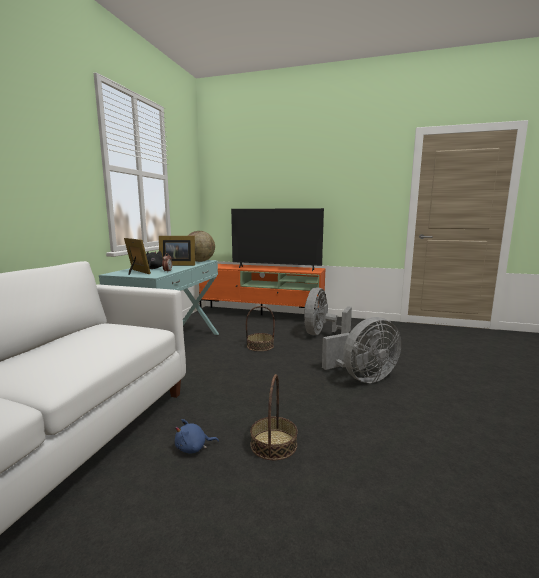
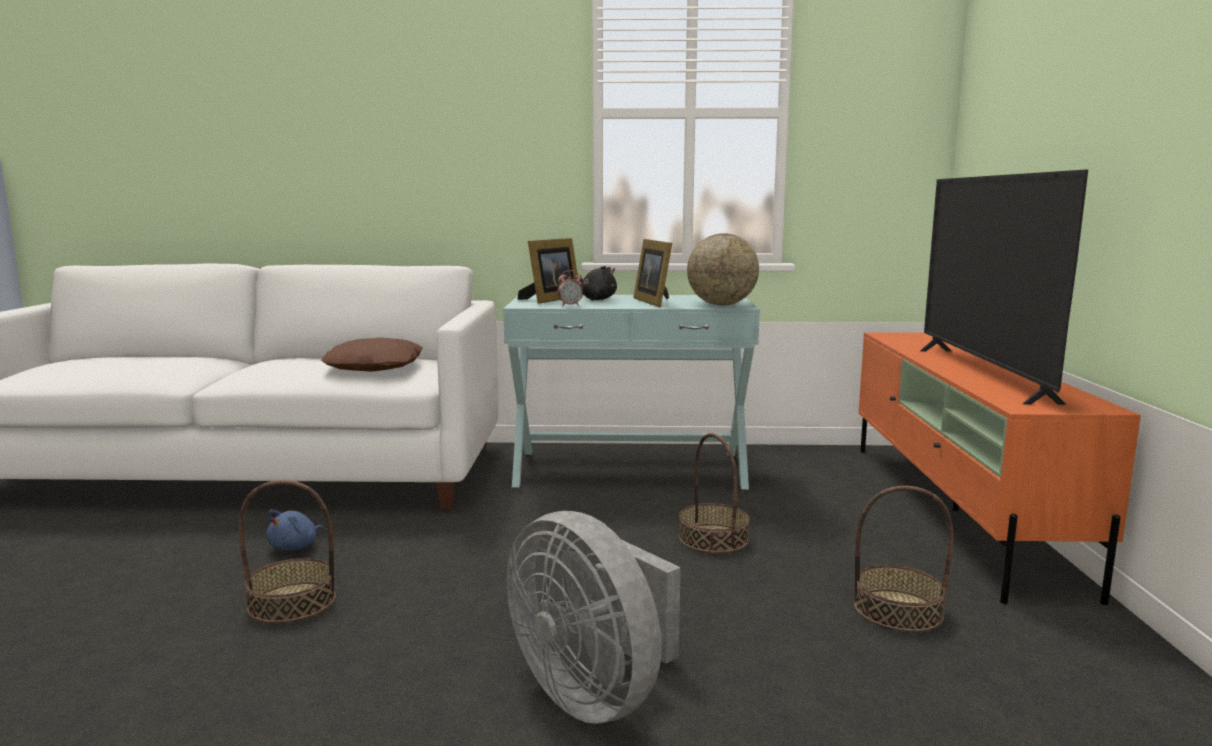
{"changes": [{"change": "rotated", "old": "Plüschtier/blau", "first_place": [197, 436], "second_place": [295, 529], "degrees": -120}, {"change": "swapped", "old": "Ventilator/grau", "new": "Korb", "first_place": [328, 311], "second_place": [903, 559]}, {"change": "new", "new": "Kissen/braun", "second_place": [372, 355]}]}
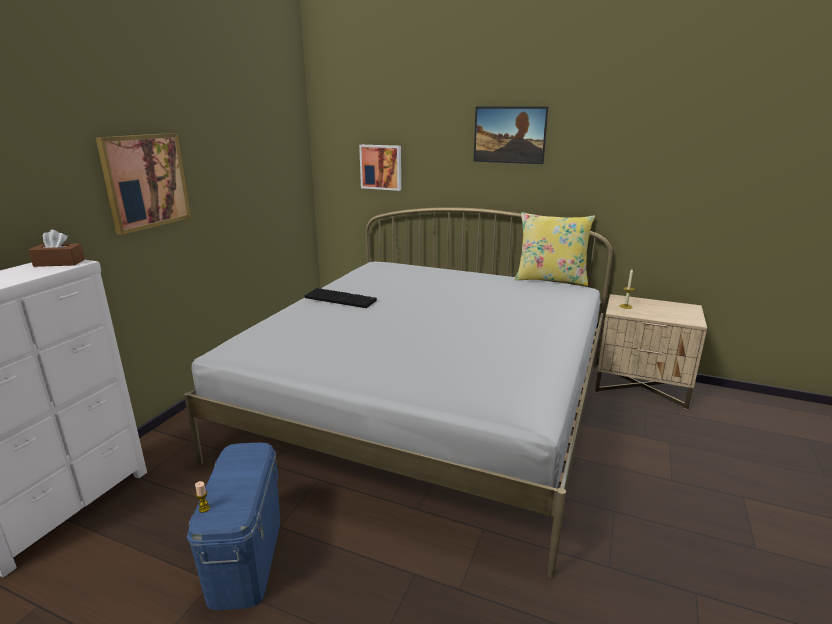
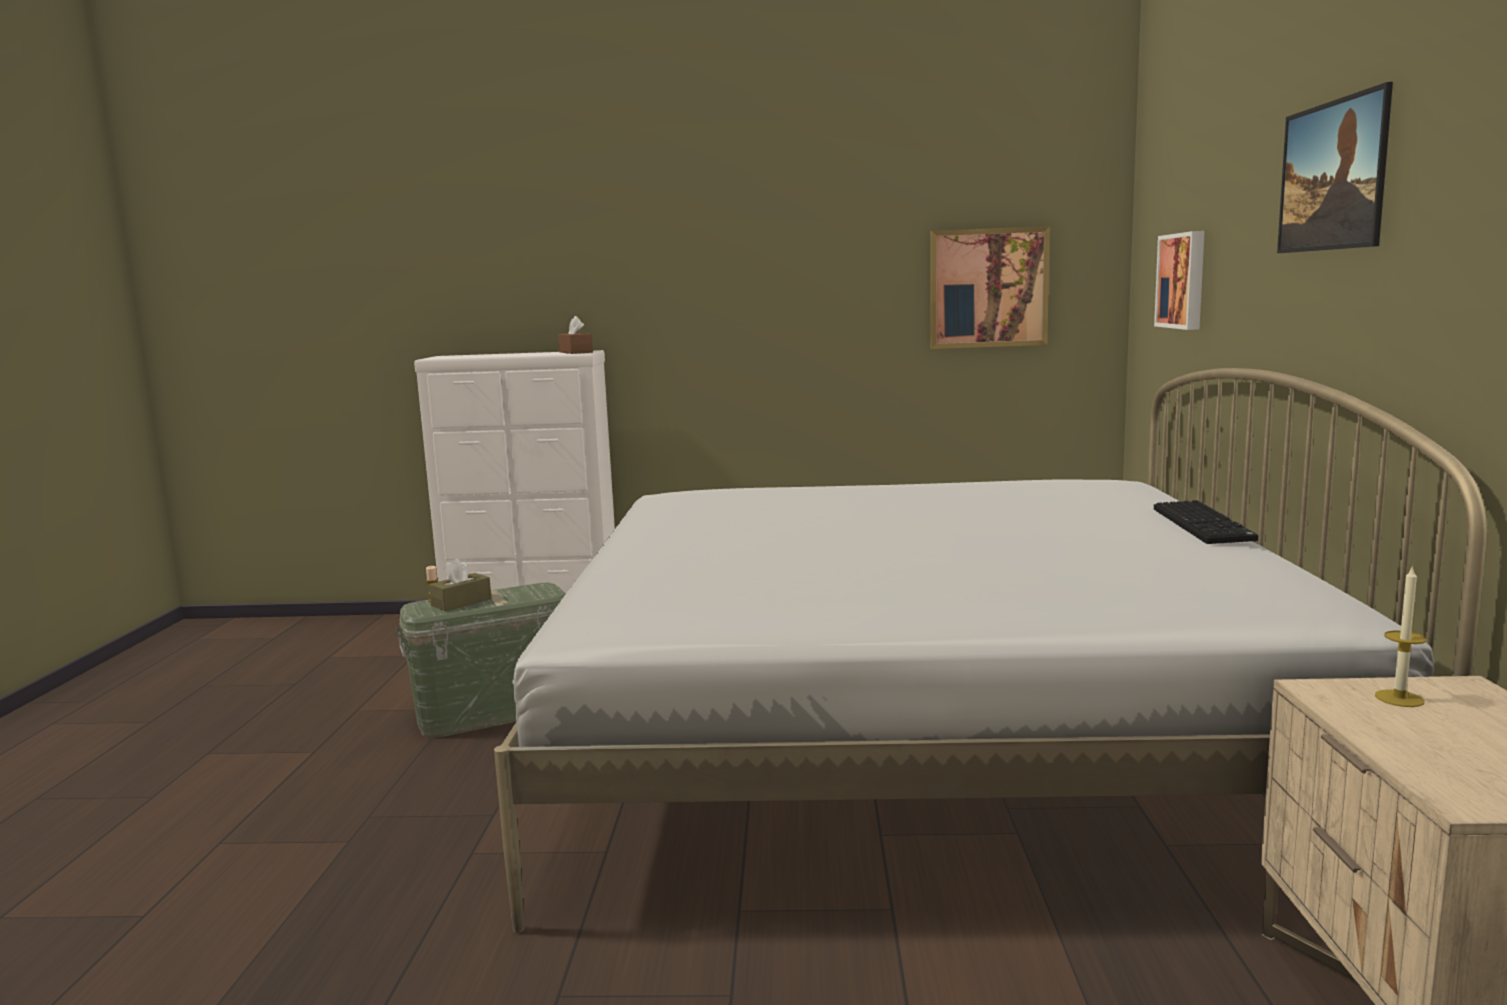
{"changes": [{"change": "shifted", "old": "Bild", "first_place": [143, 184], "second_place": [990, 287]}, {"change": "repainted", "old": "Aufbewahrungsbox/blau", "new": "Aufbewahrungsbox/grün", "first_place": [233, 526], "second_place": [480, 660]}, {"change": "shifted", "old": "Tastatur", "first_place": [341, 298], "second_place": [1206, 522]}, {"change": "gone", "old": "Kissen/gelb", "first_place": [555, 249]}, {"change": "new", "new": "Taschentuchbox/braun", "second_place": [460, 585]}]}
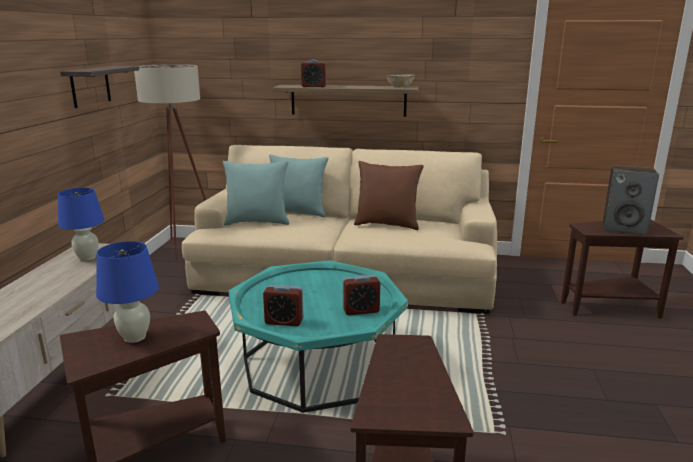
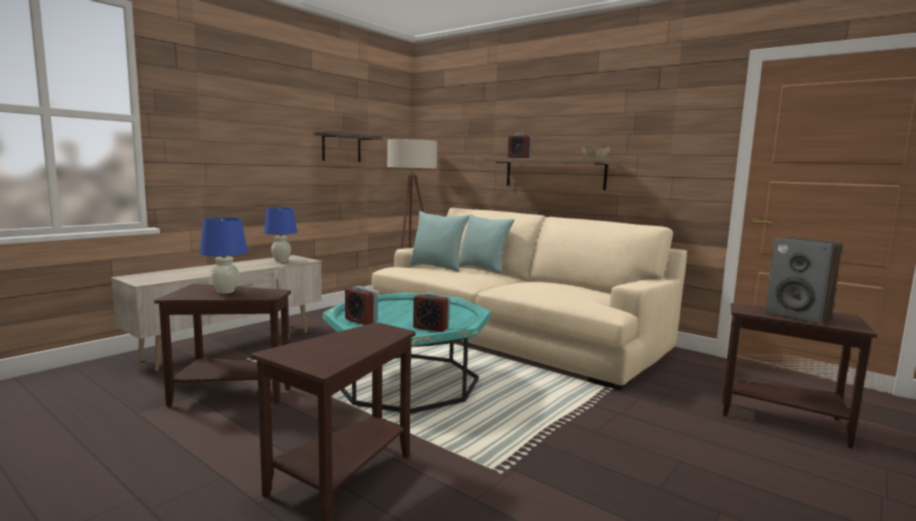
{"changes": [{"change": "gone", "old": "Kissen/braun", "first_place": [389, 195]}]}
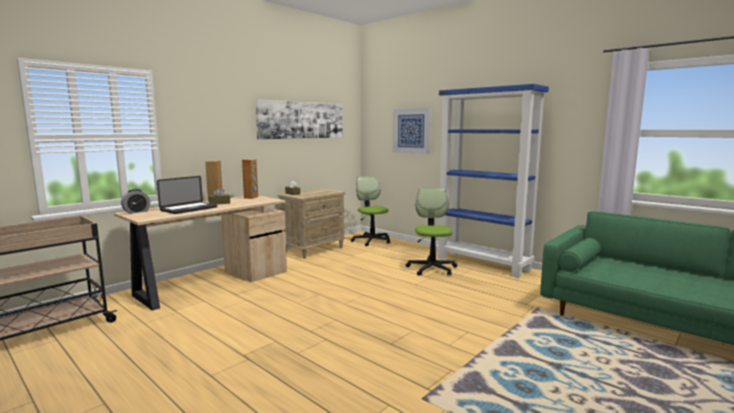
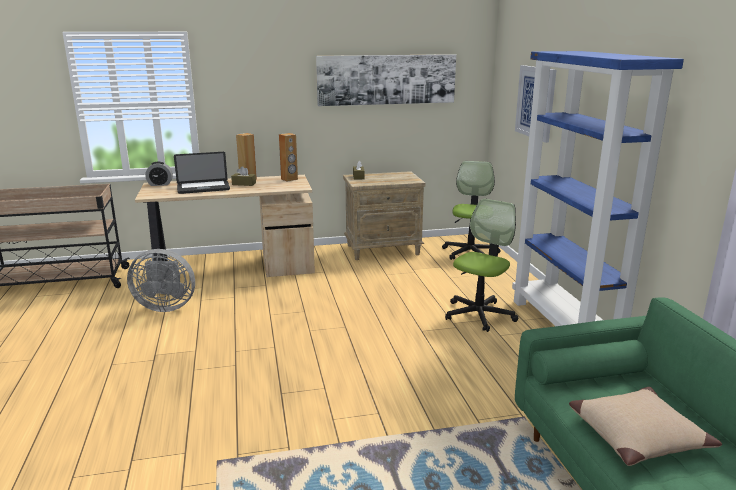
{"changes": [{"change": "new", "new": "Ventilator/grau", "second_place": [161, 280]}, {"change": "new", "new": "Kissen/beige", "second_place": [645, 426]}]}
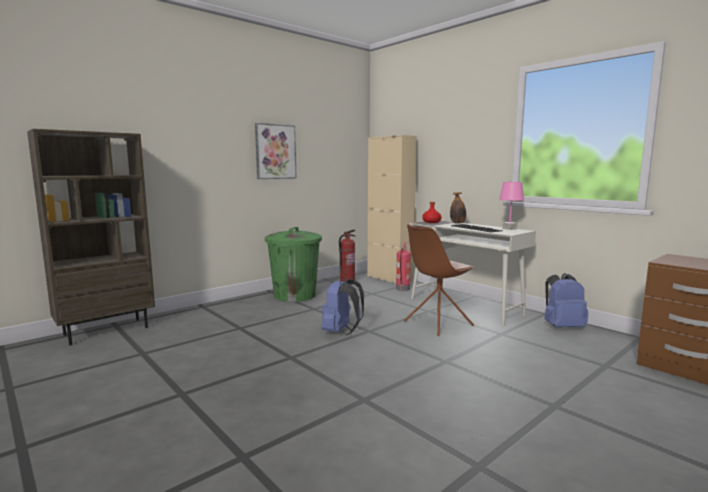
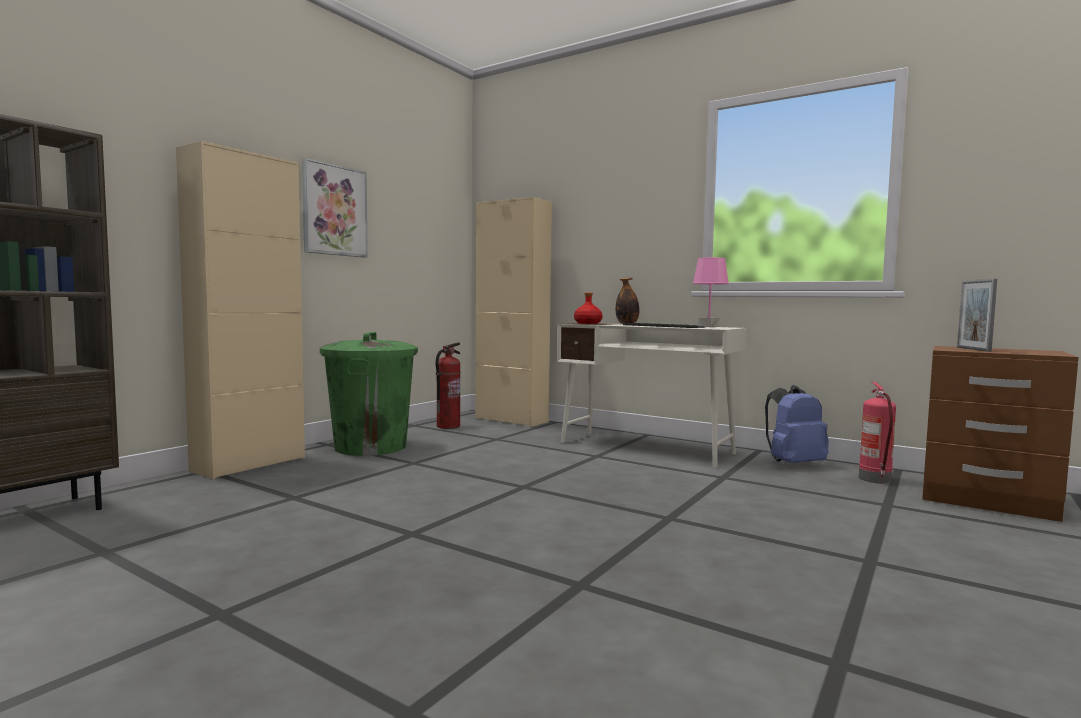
{"changes": [{"change": "gone", "old": "Rucksack/blau", "first_place": [342, 306]}, {"change": "shifted", "old": "Feuerlöscher", "first_place": [403, 266], "second_place": [877, 433]}, {"change": "gone", "old": "Stuhl/braun", "first_place": [439, 280]}, {"change": "new", "new": "Schrank/beige", "second_place": [240, 310]}, {"change": "new", "new": "Bilderrahmen", "second_place": [977, 315]}]}
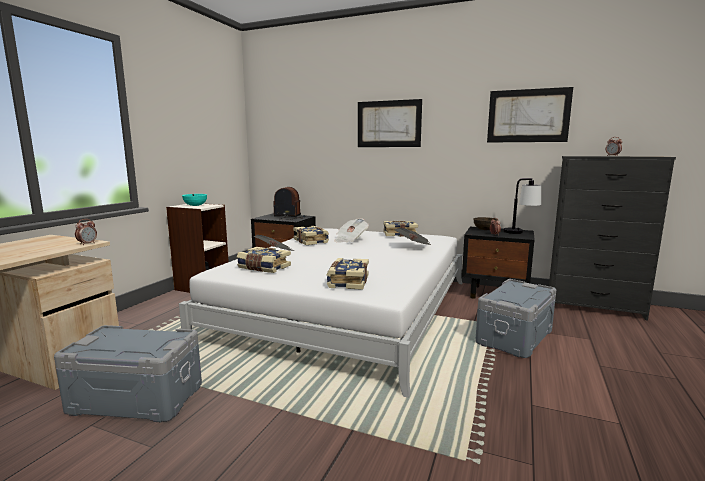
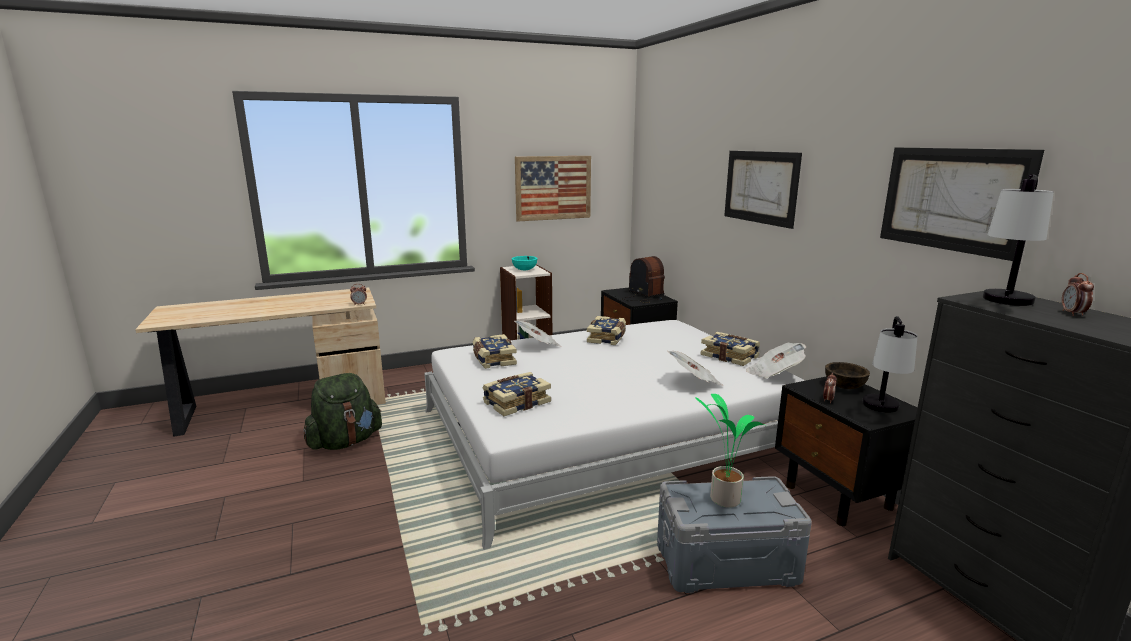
{"changes": [{"change": "swapped", "old": "Aufbewahrungsbox/grau", "new": "Rucksack/grün", "first_place": [128, 373], "second_place": [343, 411]}, {"change": "shifted", "old": "Zeitung", "first_place": [351, 230], "second_place": [776, 361]}, {"change": "new", "new": "Bild", "second_place": [553, 189]}, {"change": "new", "new": "Topfpflanze", "second_place": [730, 451]}, {"change": "new", "new": "Tischlampe", "second_place": [1018, 240]}]}
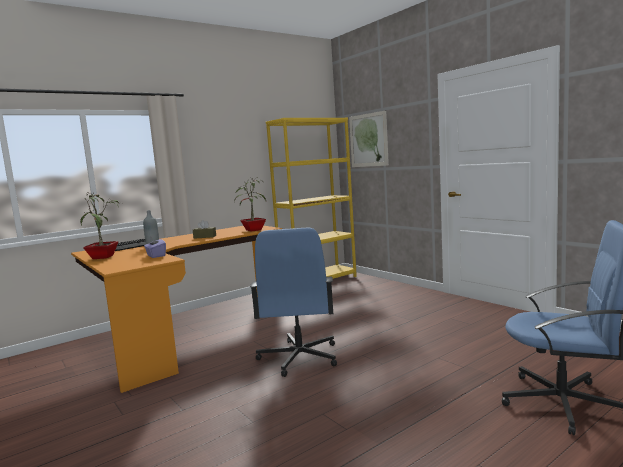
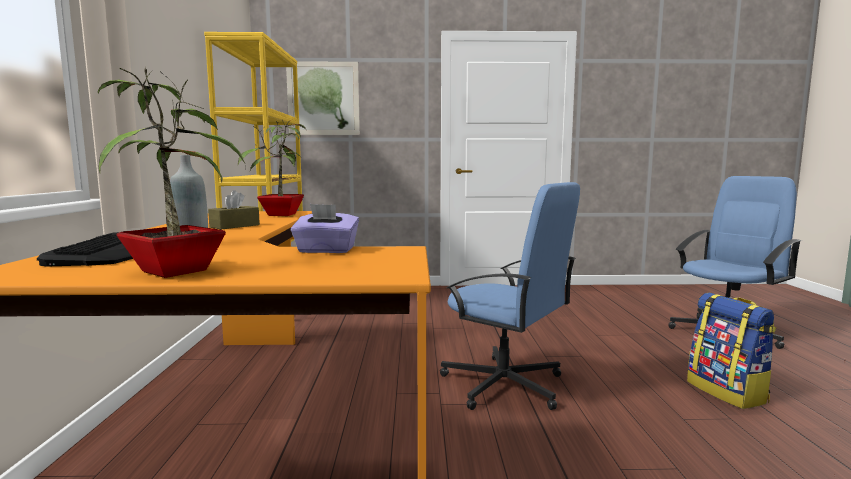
{"changes": [{"change": "new", "new": "Rucksack", "second_place": [731, 351]}]}
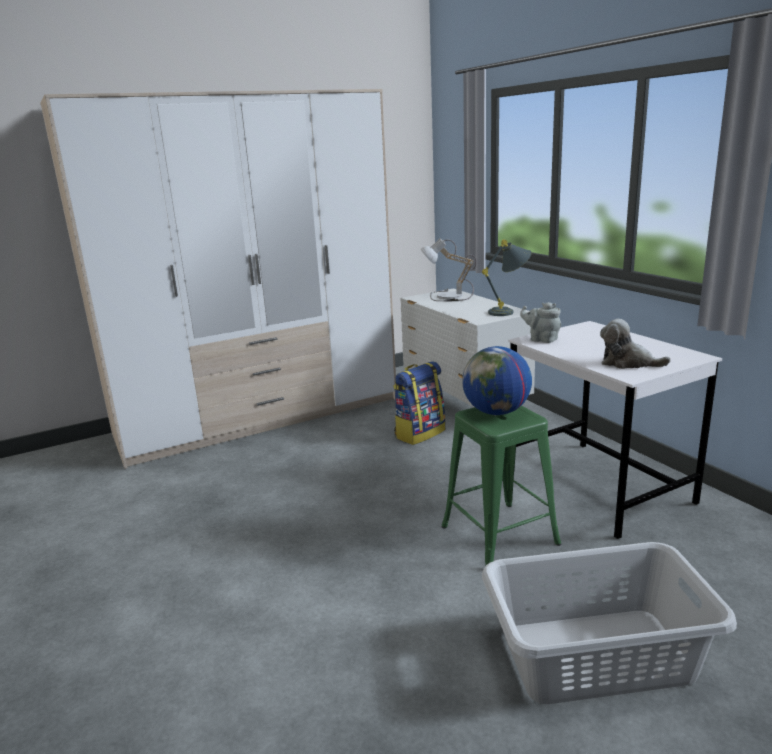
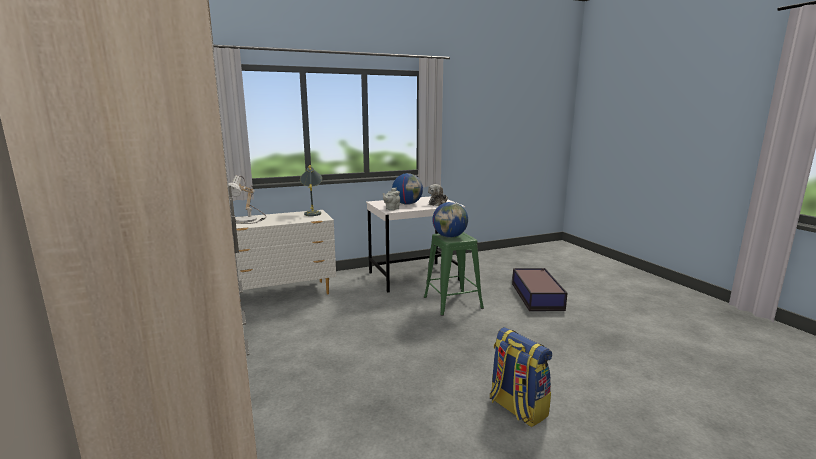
{"changes": [{"change": "shifted", "old": "Rucksack", "first_place": [419, 403], "second_place": [521, 377]}, {"change": "swapped", "old": "Wäschekorb/grau", "new": "Aufbewahrungsbox", "first_place": [609, 623], "second_place": [540, 289]}, {"change": "new", "new": "Globus", "second_place": [407, 189]}]}
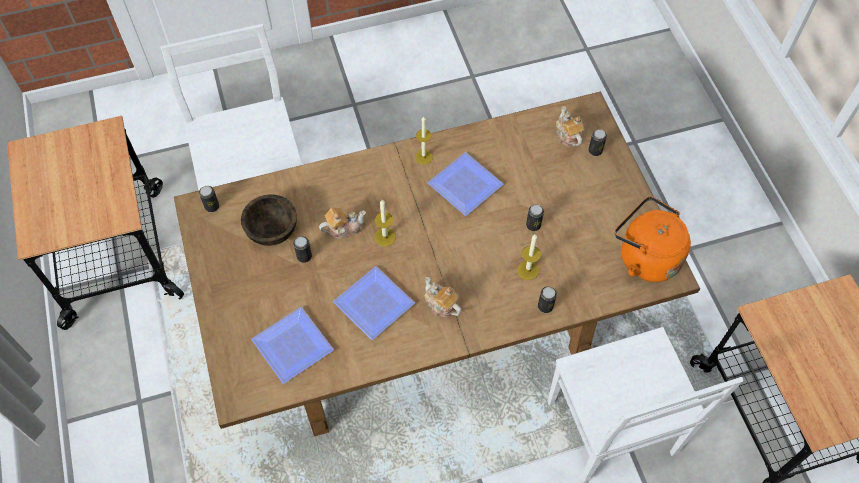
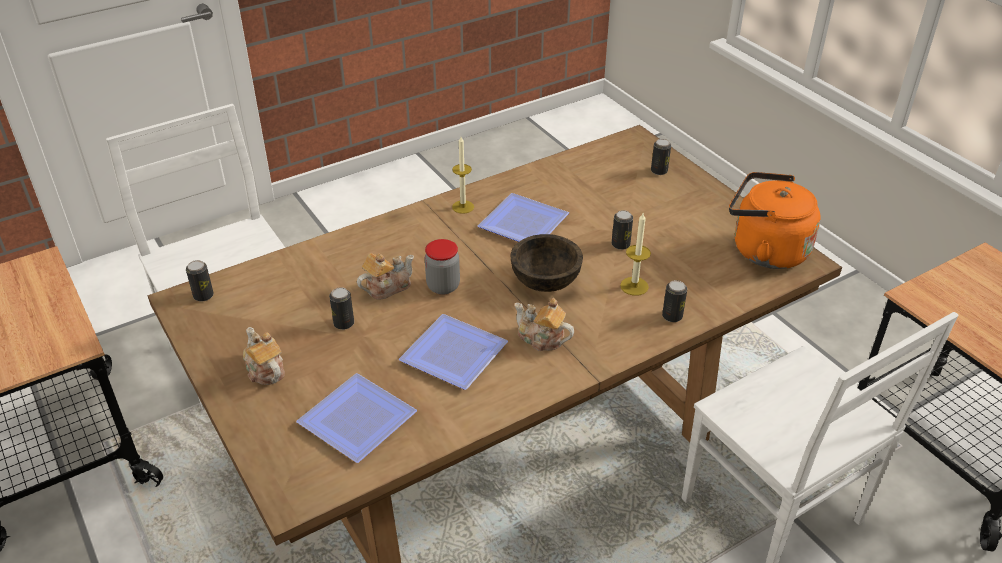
{"changes": [{"change": "shifted", "old": "Schüssel/braun", "first_place": [269, 220], "second_place": [546, 263]}, {"change": "swapped", "old": "Kerze", "new": "Vorratsglas", "first_place": [385, 223], "second_place": [442, 267]}, {"change": "shifted", "old": "Teekanne", "first_place": [570, 126], "second_place": [264, 356]}]}
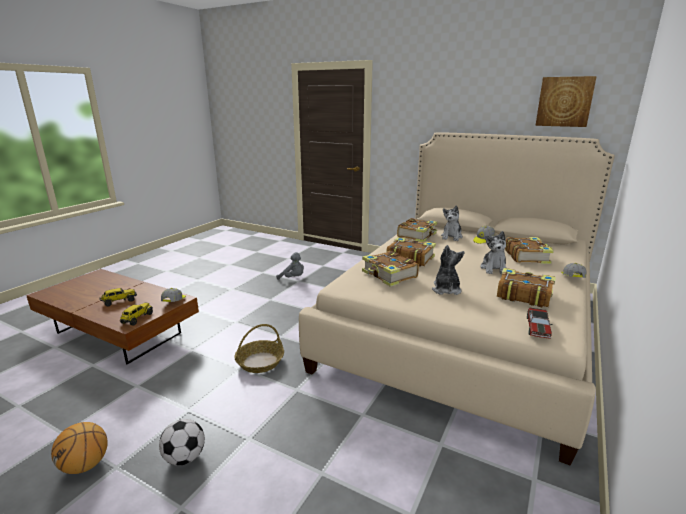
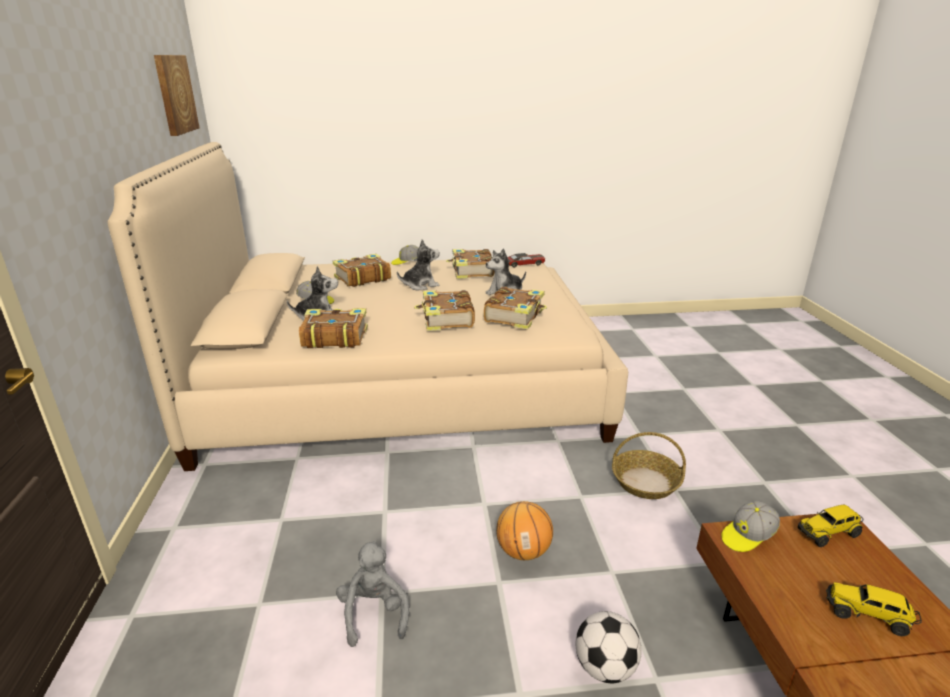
{"changes": [{"change": "shifted", "old": "Basketball", "first_place": [79, 448], "second_place": [524, 530]}, {"change": "shifted", "old": "Fußball", "first_place": [182, 442], "second_place": [609, 647]}]}
